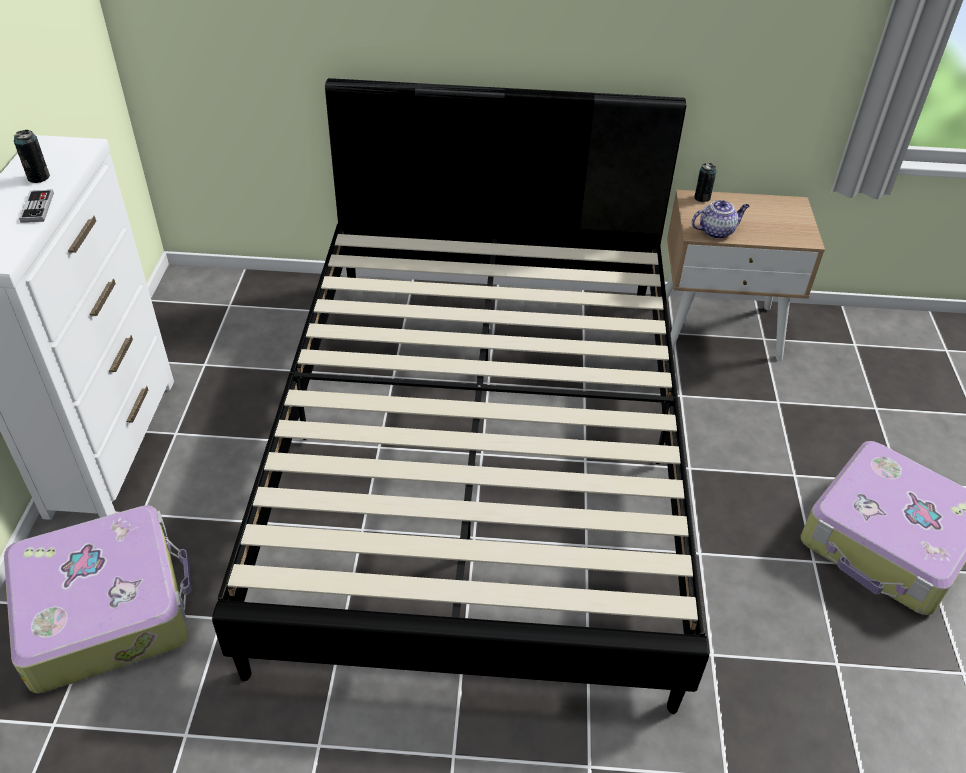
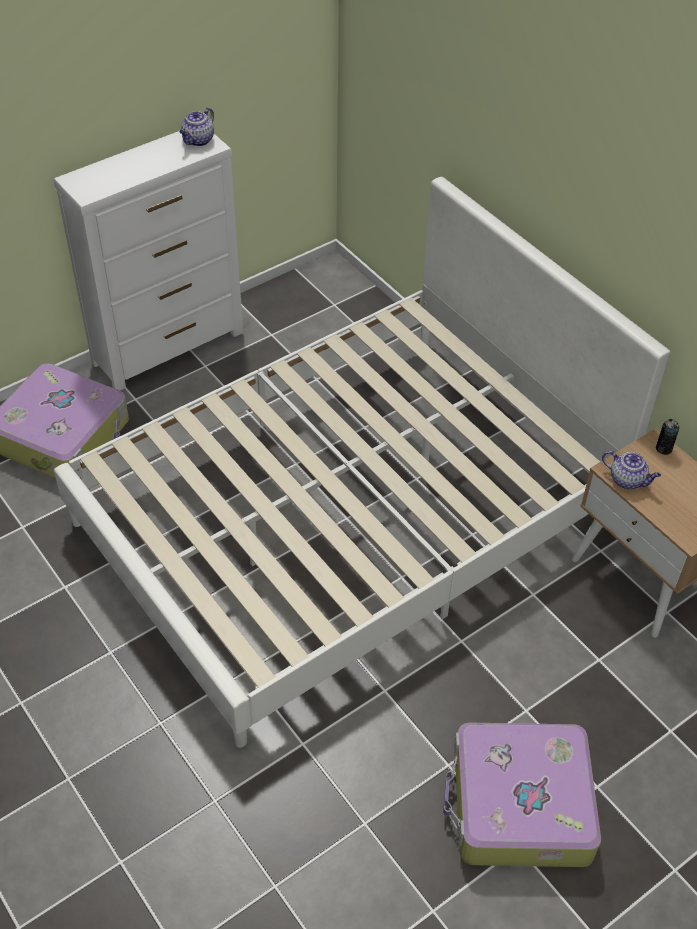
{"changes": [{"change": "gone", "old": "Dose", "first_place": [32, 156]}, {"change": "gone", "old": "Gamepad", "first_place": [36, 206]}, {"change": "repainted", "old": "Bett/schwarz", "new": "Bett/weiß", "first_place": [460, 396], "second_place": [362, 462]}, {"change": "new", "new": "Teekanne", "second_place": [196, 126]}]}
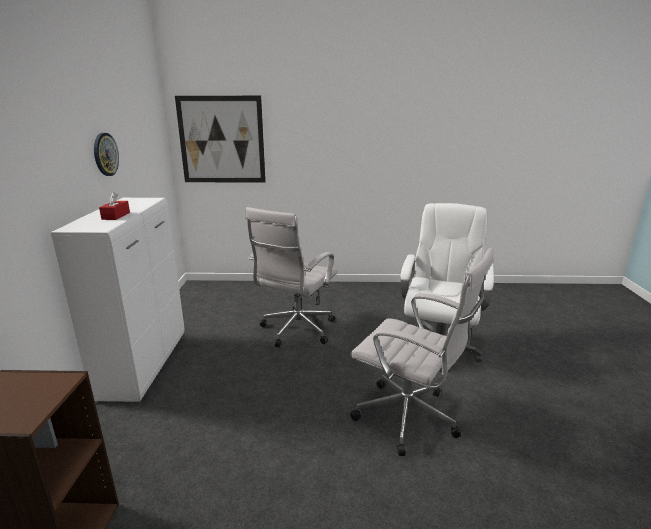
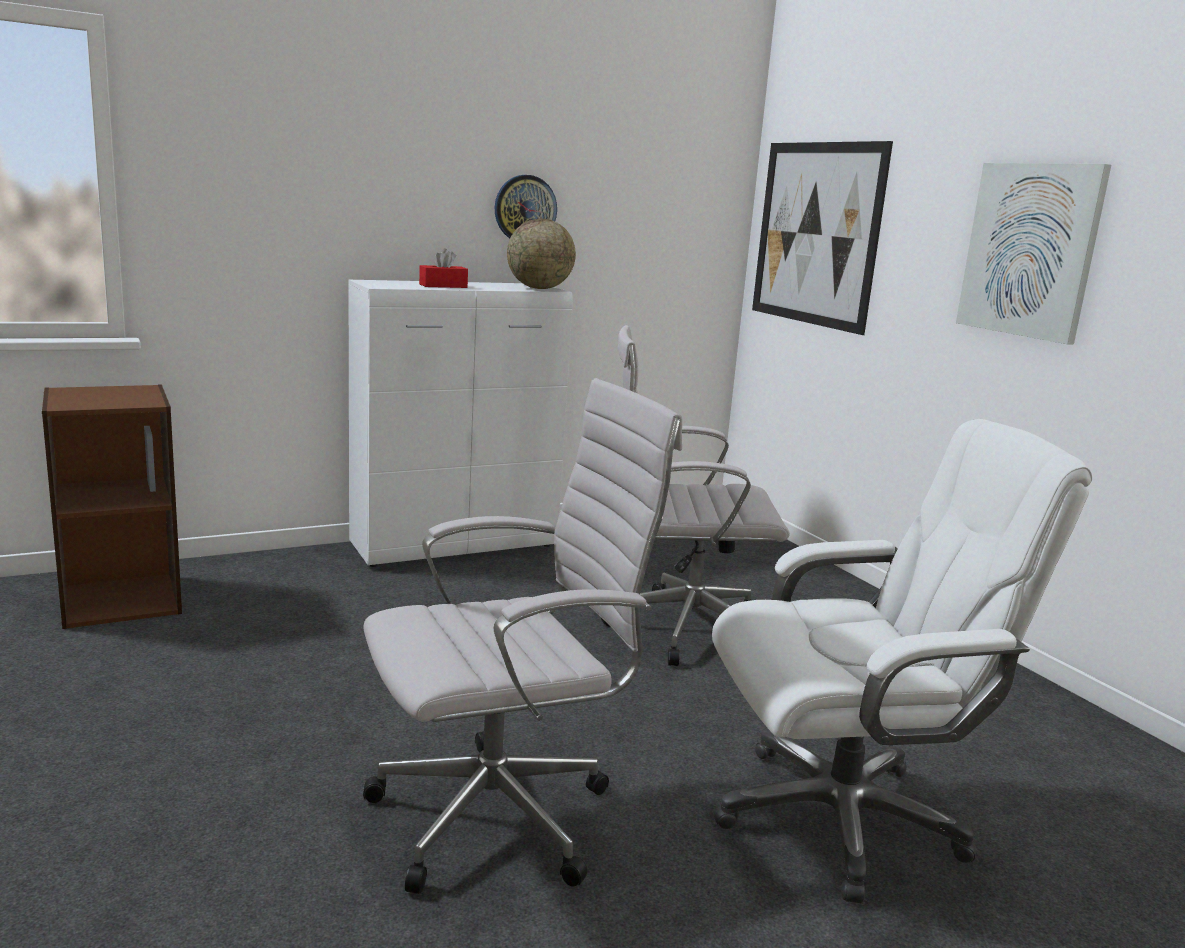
{"changes": [{"change": "rotated", "old": "Bürostuhl/weiß", "first_place": [422, 352], "second_place": [522, 636], "degrees": -120}, {"change": "new", "new": "Globus", "second_place": [541, 254]}, {"change": "new", "new": "Bild", "second_place": [1033, 253]}]}
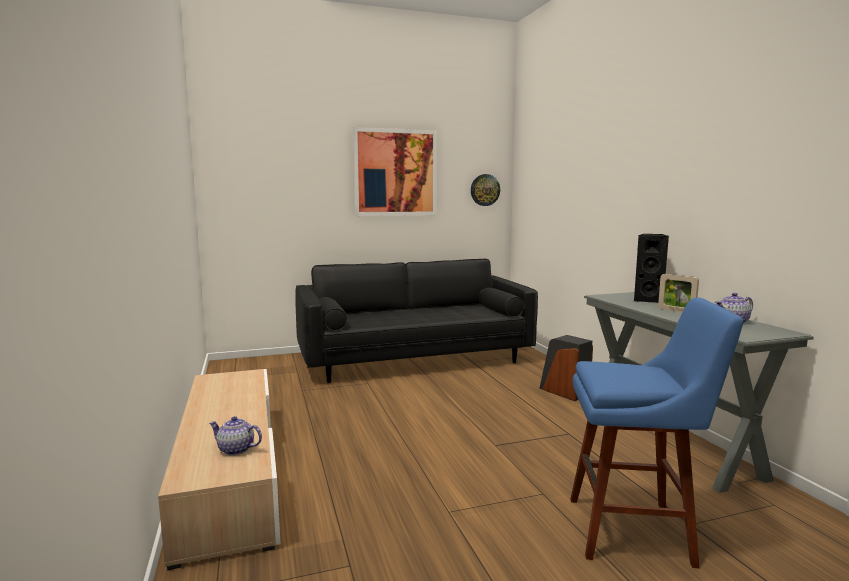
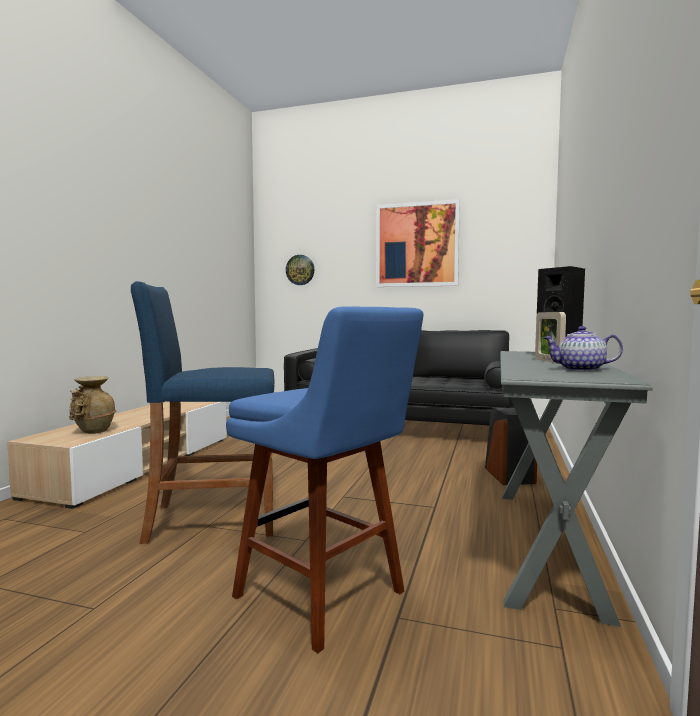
{"changes": [{"change": "swapped", "old": "Teekanne", "new": "Vase/beige", "first_place": [235, 435], "second_place": [92, 405]}, {"change": "shifted", "old": "Wanduhr", "first_place": [485, 190], "second_place": [300, 270]}, {"change": "new", "new": "Hocker/blau", "second_place": [202, 412]}]}
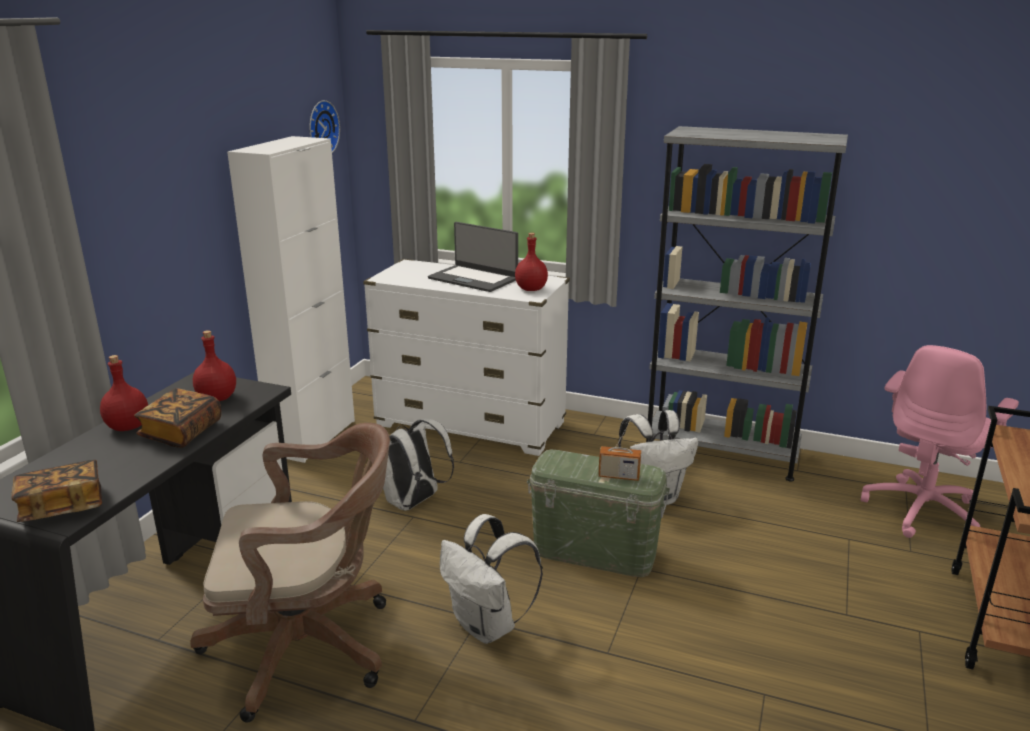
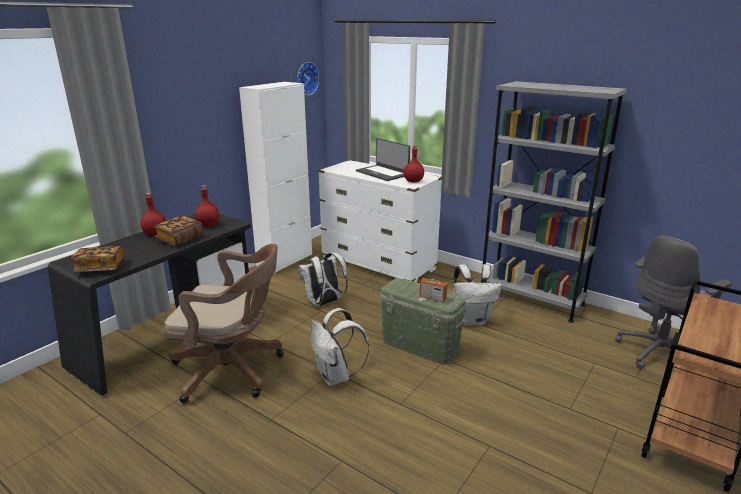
{"changes": [{"change": "repainted", "old": "Bürostuhl/rosa", "new": "Bürostuhl/grau", "first_place": [940, 441], "second_place": [673, 303]}]}
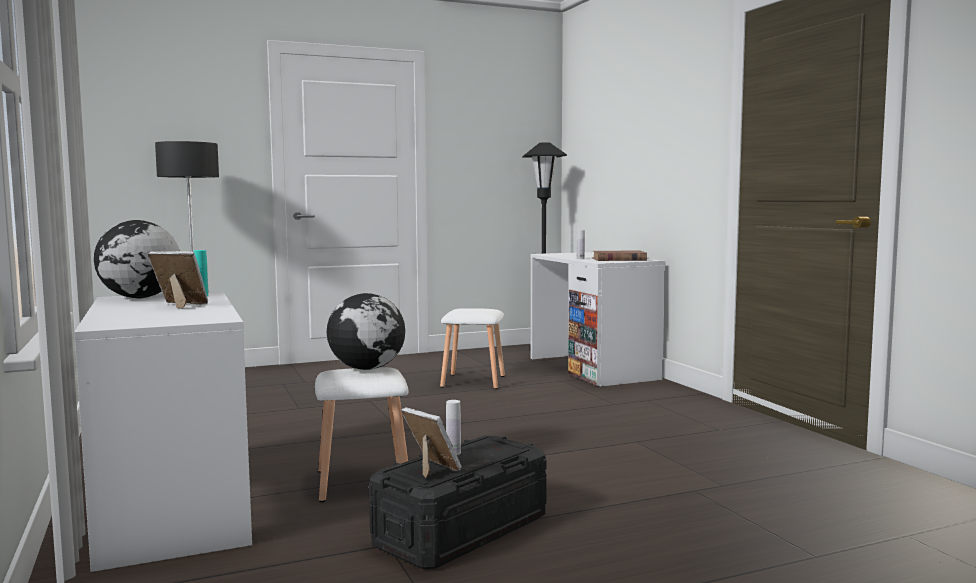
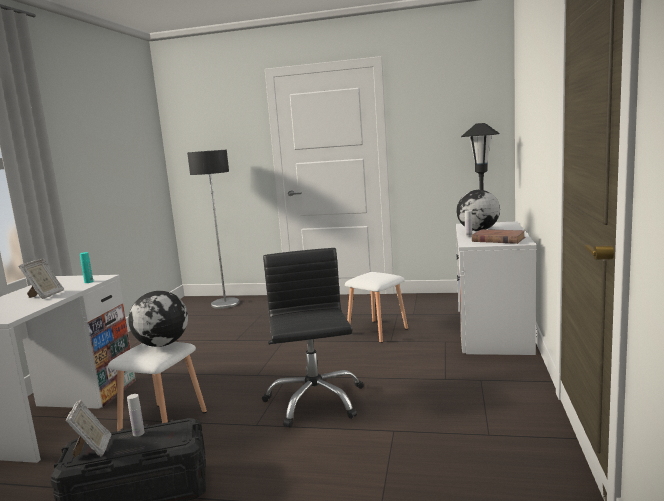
{"changes": [{"change": "shifted", "old": "Globus", "first_place": [137, 259], "second_place": [478, 210]}, {"change": "rotated", "old": "Bilderrahmen", "first_place": [177, 280], "second_place": [41, 278], "degrees": 60}, {"change": "new", "new": "Bürostuhl/schwarz", "second_place": [313, 338]}]}
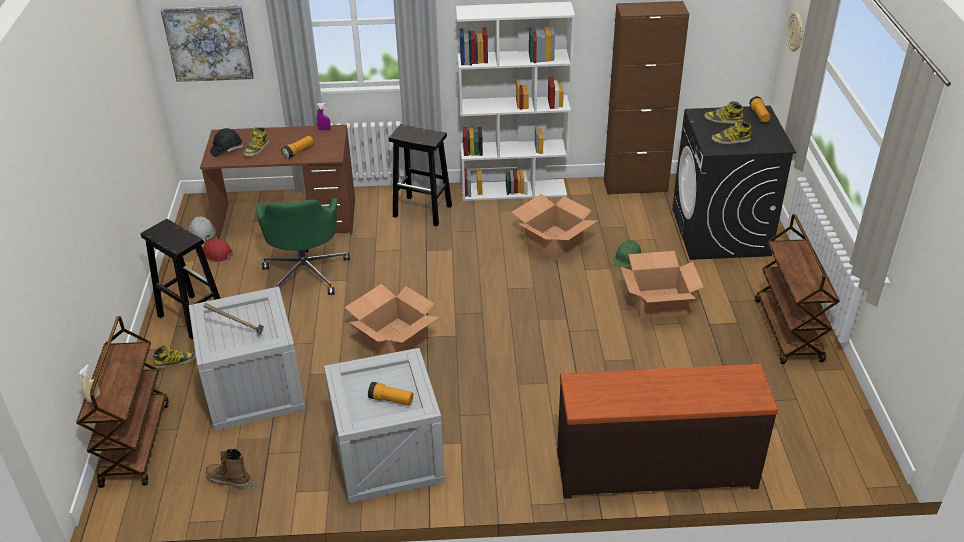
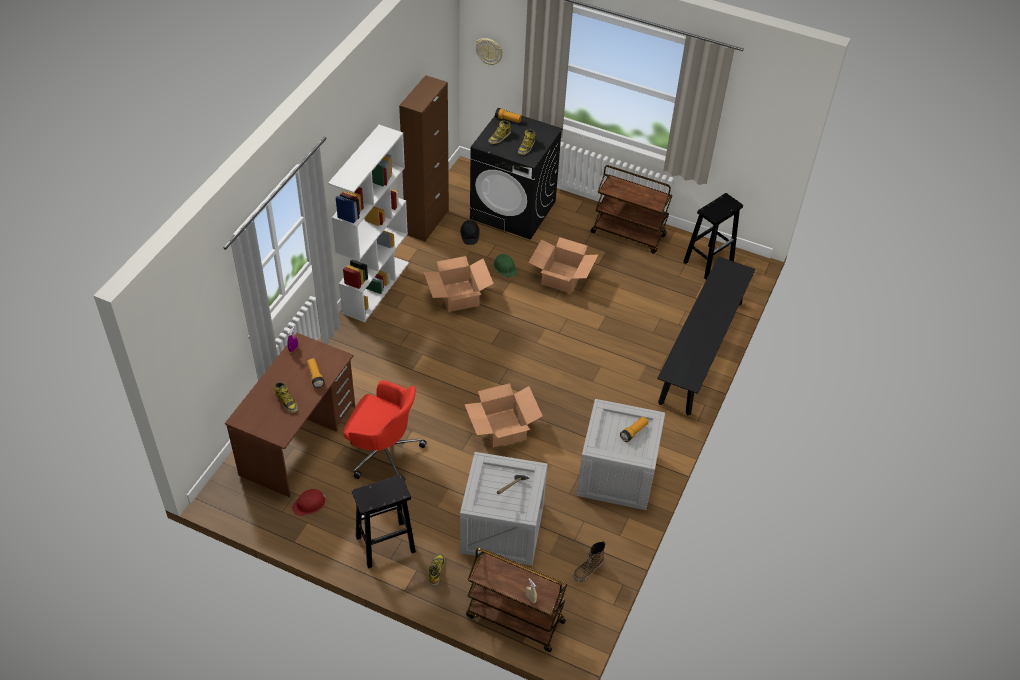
{"changes": [{"change": "gone", "old": "Bild", "first_place": [207, 44]}, {"change": "gone", "old": "Schutzhelm/weiß", "first_place": [202, 229]}, {"change": "shifted", "old": "Schutzhelm/schwarz", "first_place": [226, 142], "second_place": [470, 232]}, {"change": "repainted", "old": "Bürostuhl/grün", "new": "Bürostuhl/rot", "first_place": [303, 246], "second_place": [385, 430]}, {"change": "shifted", "old": "Hocker/schwarz", "first_place": [420, 175], "second_place": [713, 236]}, {"change": "swapped", "old": "Kommode/braun", "new": "Bank/schwarz", "first_place": [667, 431], "second_place": [706, 336]}]}
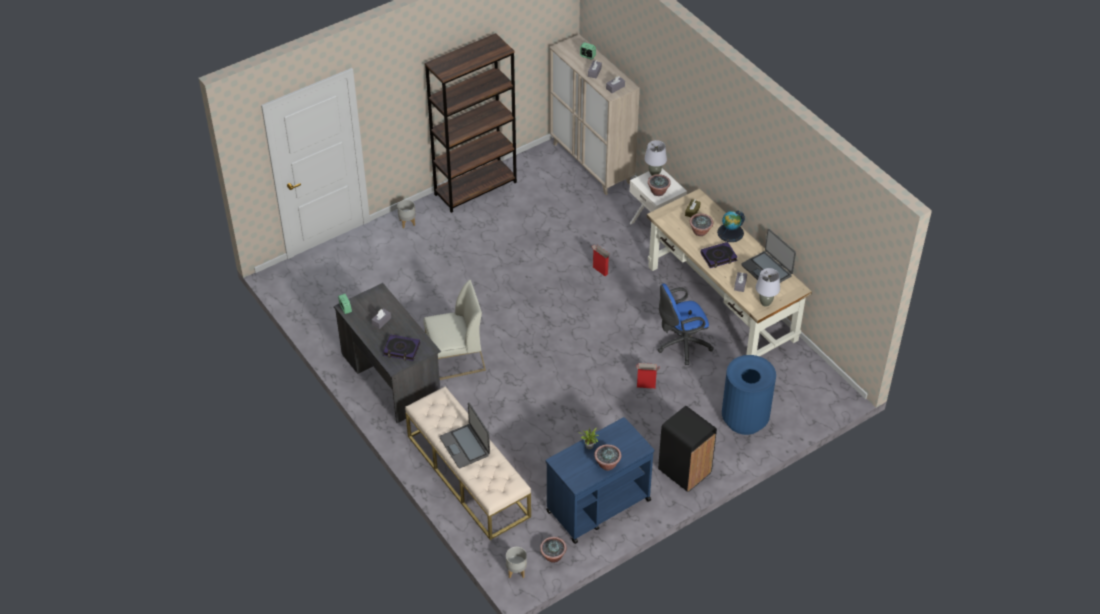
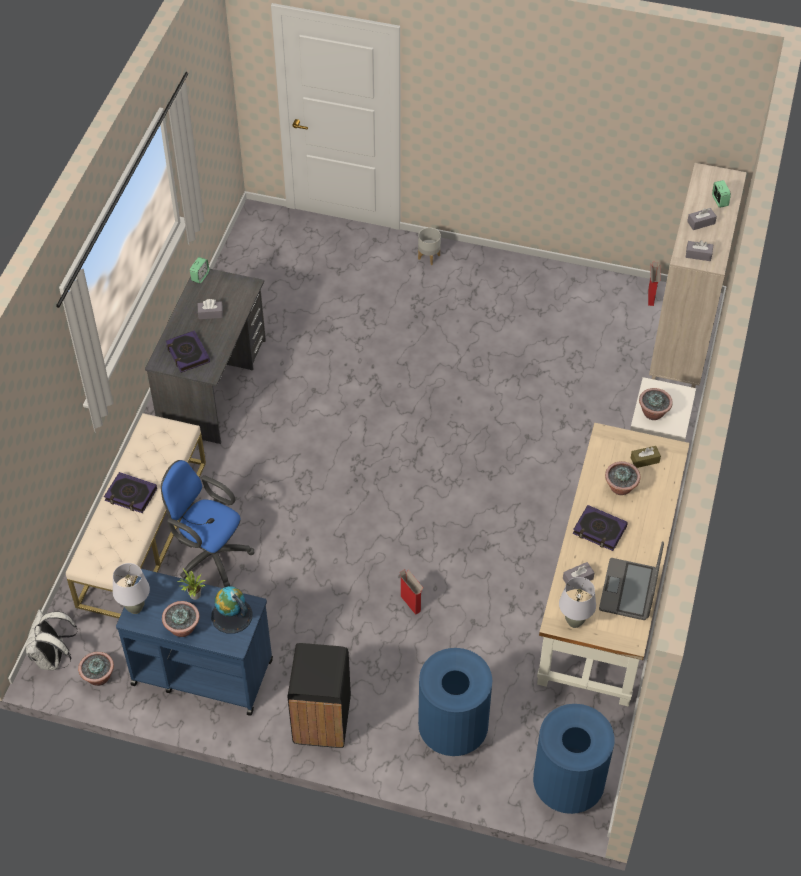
{"changes": [{"change": "gone", "old": "Stuhl/weiß", "first_place": [454, 330]}, {"change": "gone", "old": "Bücherregal/braun", "first_place": [471, 123]}, {"change": "swapped", "old": "Laptop", "new": "Buch", "first_place": [465, 435], "second_place": [130, 492]}, {"change": "swapped", "old": "Pflanzkübel/grau", "new": "Rucksack/weiß", "first_place": [516, 562], "second_place": [52, 640]}, {"change": "shifted", "old": "Karton", "first_place": [601, 260], "second_place": [654, 284]}, {"change": "shifted", "old": "Tischlampe/grau", "first_place": [655, 158], "second_place": [131, 588]}, {"change": "shifted", "old": "Bürostuhl/blau", "first_place": [685, 324], "second_place": [207, 523]}, {"change": "shifted", "old": "Globus", "first_place": [731, 226], "second_place": [232, 610]}, {"change": "new", "new": "Mülleimer/blau", "second_place": [574, 759]}]}
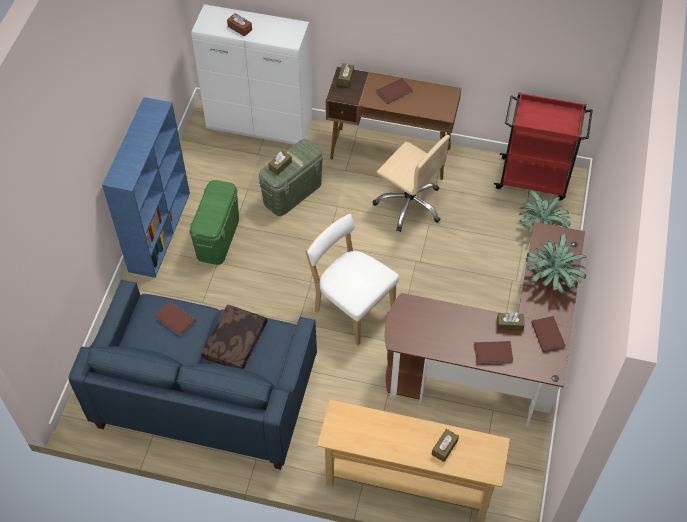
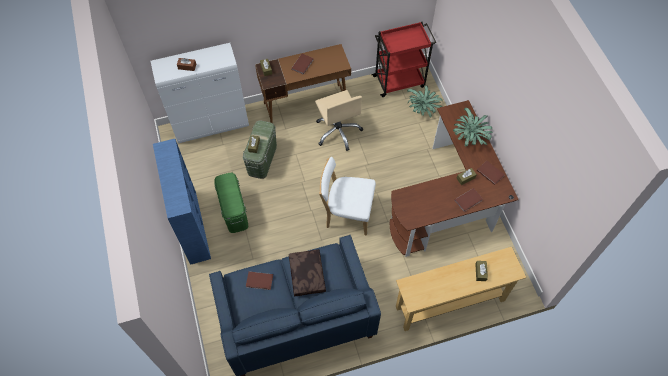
{"changes": [{"change": "rotated", "old": "Bürostuhl/beige", "first_place": [411, 183], "second_place": [339, 120], "degrees": 60}]}
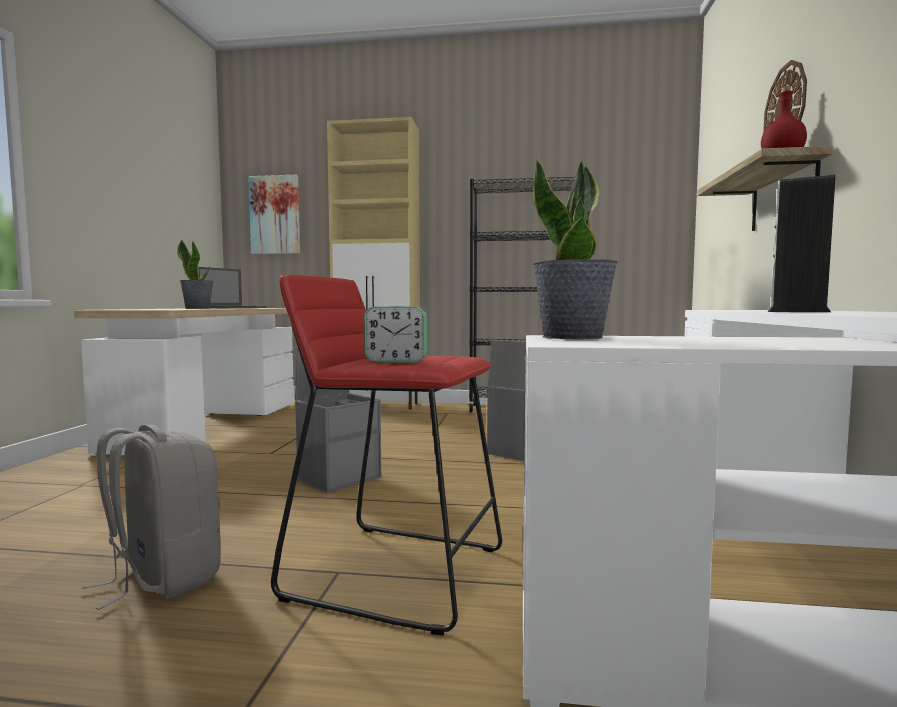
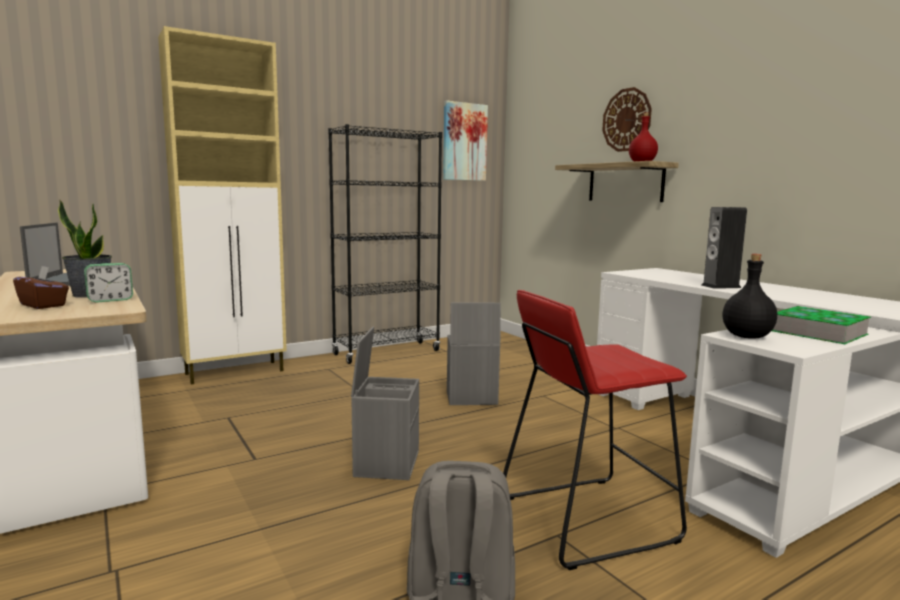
{"changes": [{"change": "shifted", "old": "Bild", "first_place": [274, 214], "second_place": [465, 140]}, {"change": "shifted", "old": "Wecker", "first_place": [395, 334], "second_place": [108, 283]}, {"change": "swapped", "old": "Topfpflanze", "new": "Flasche/schwarz", "first_place": [575, 249], "second_place": [750, 296]}, {"change": "new", "new": "Taschentuchbox/braun", "second_place": [41, 287]}, {"change": "new", "new": "Buch", "second_place": [821, 325]}]}
